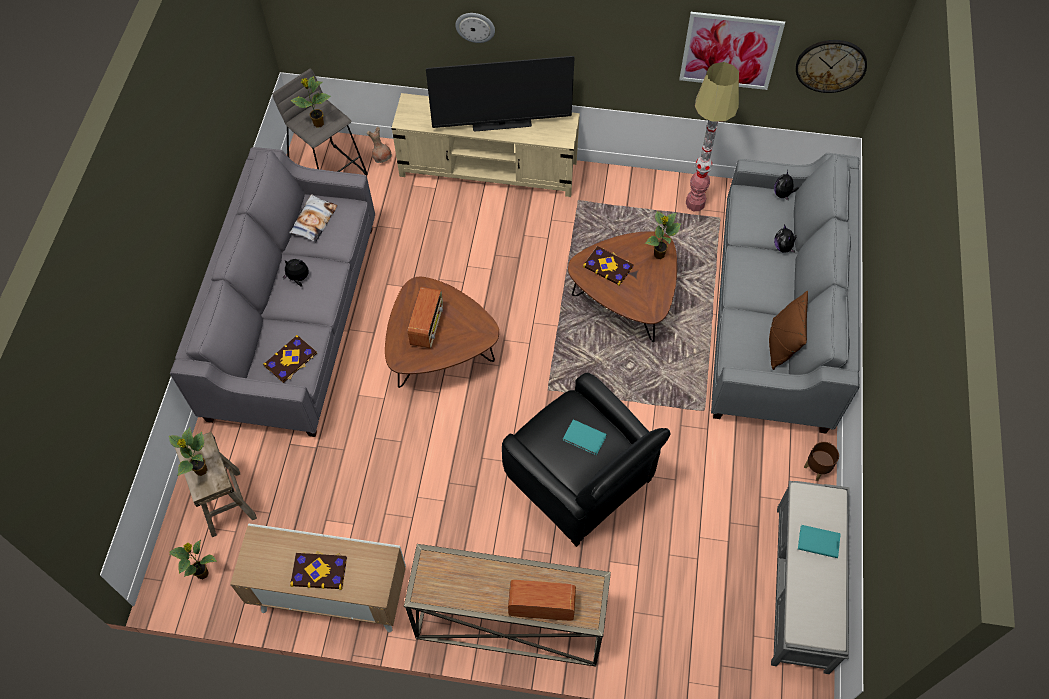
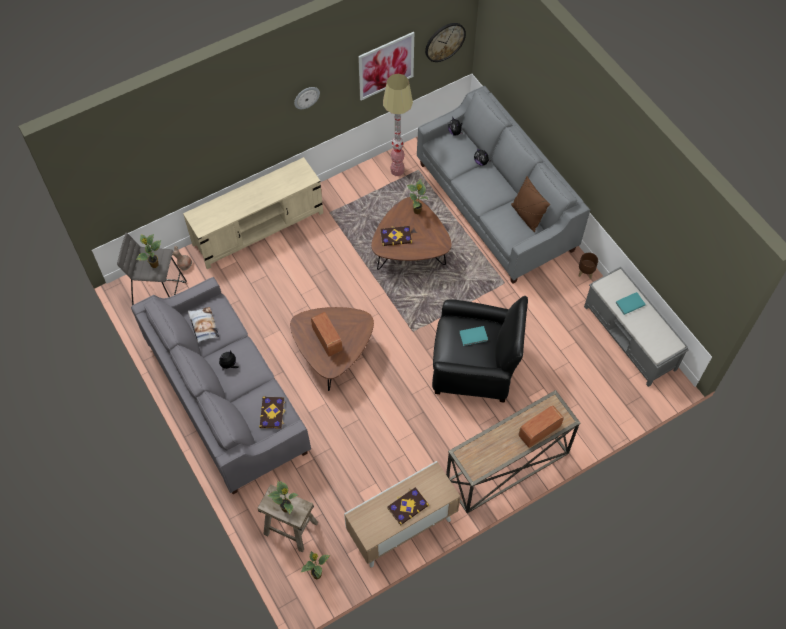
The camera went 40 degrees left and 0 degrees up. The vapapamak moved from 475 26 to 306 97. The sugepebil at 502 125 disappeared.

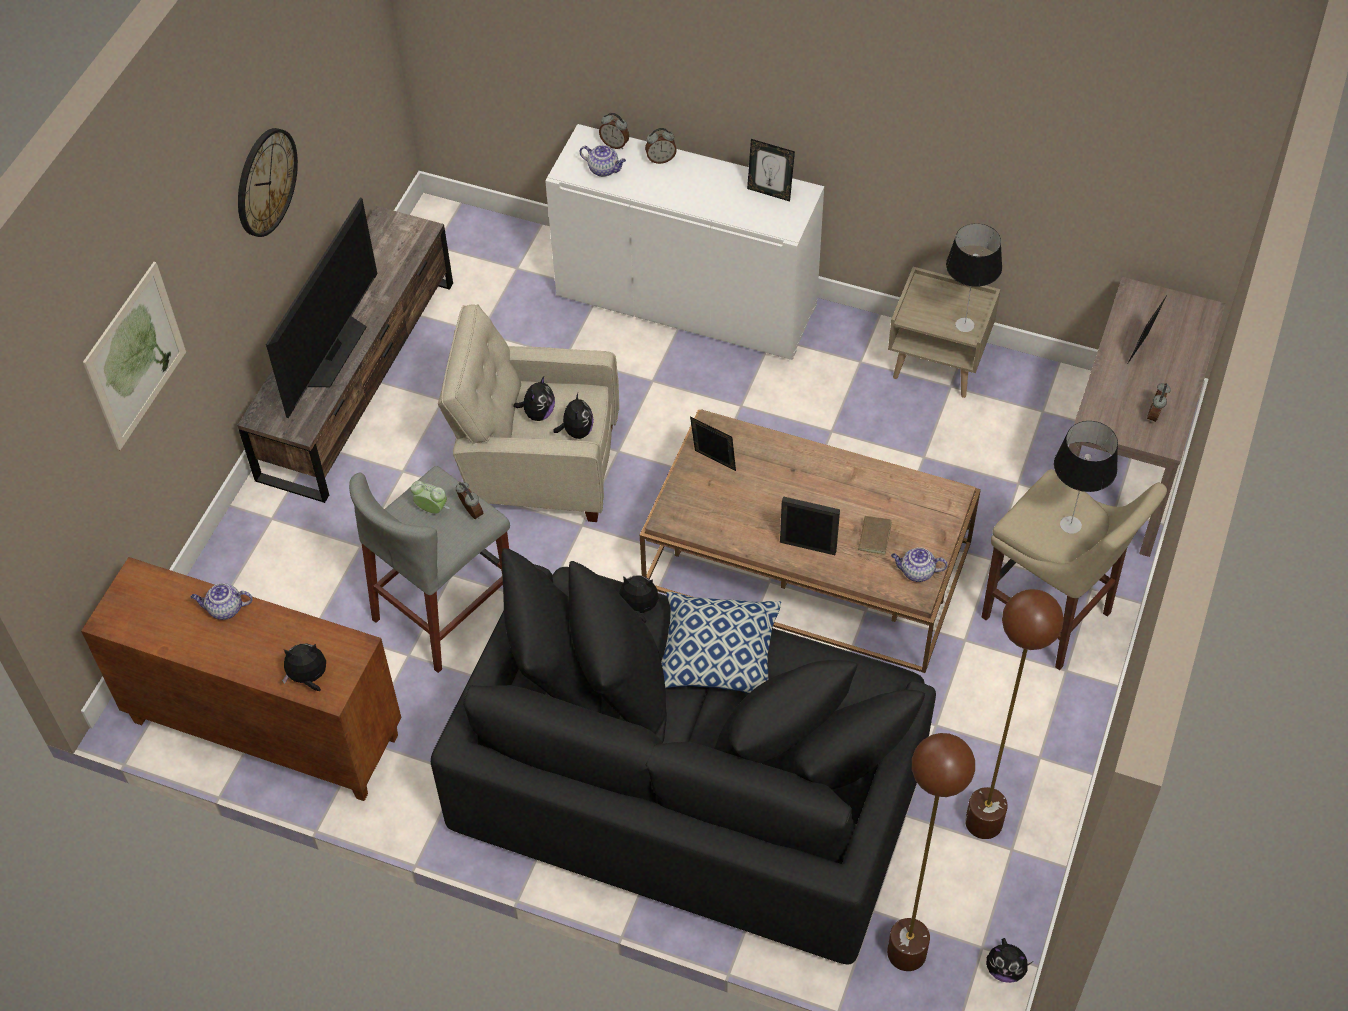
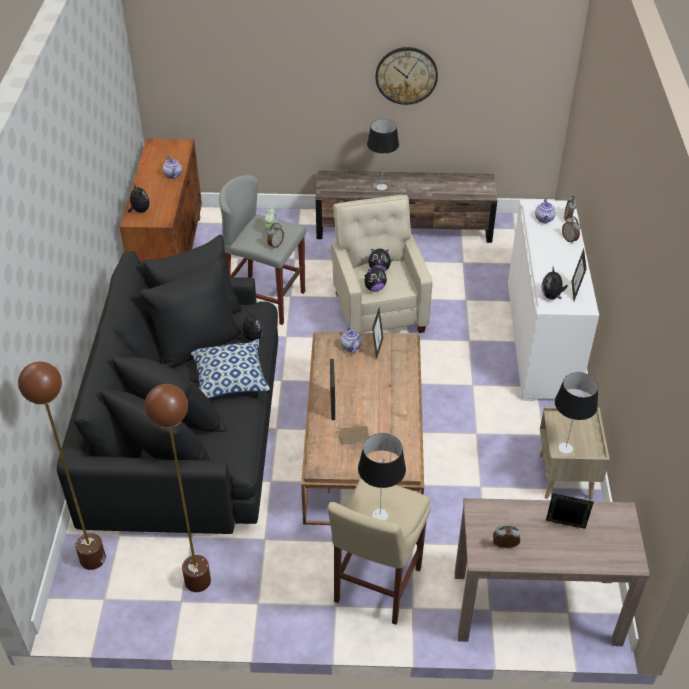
The camera went 70 degrees right and 10 degrees down. The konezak moved from 916 572 to 350 346. The sugepebil at 332 352 was replaced by the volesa at 382 187. The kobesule moved from 1005 969 to 552 296. The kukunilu at 135 356 disappeared.

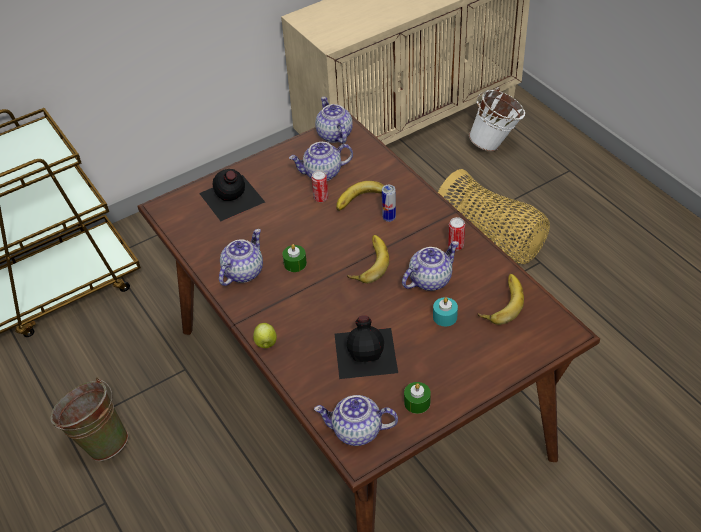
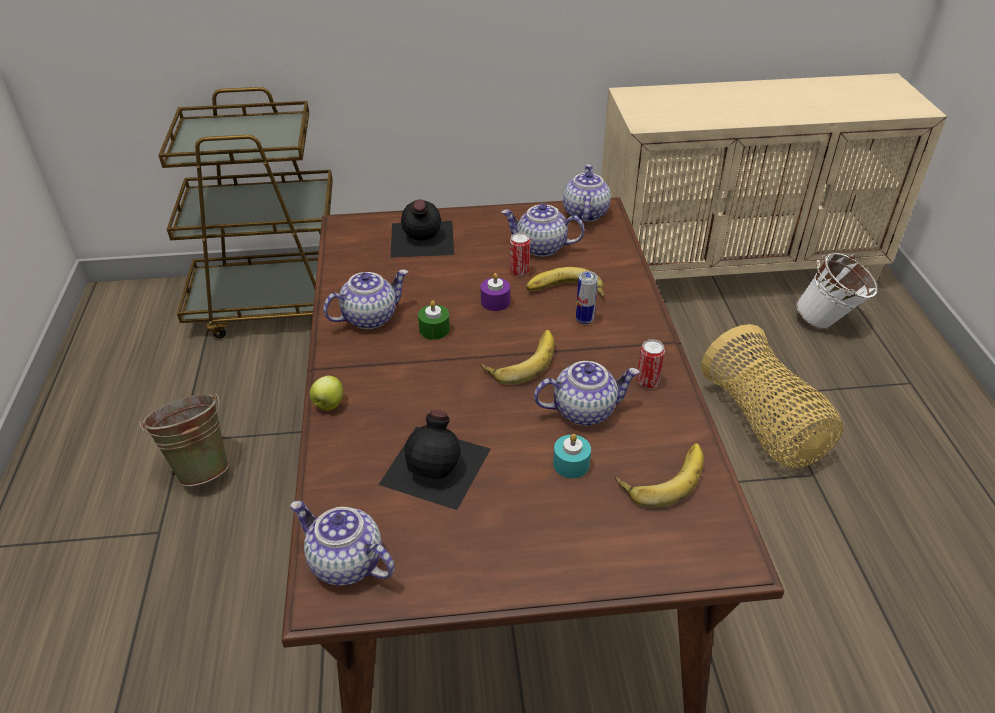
The camera went 25 degrees right and 5 degrees down. The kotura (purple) at 495 302 appeared. The kotura (green) at 417 402 disappeared.

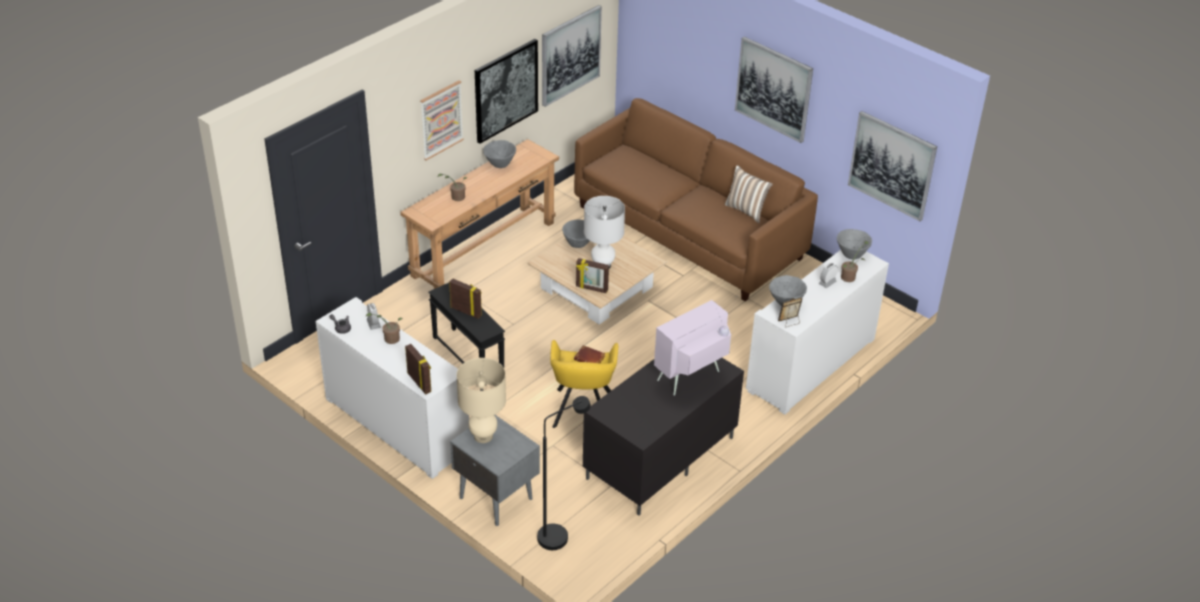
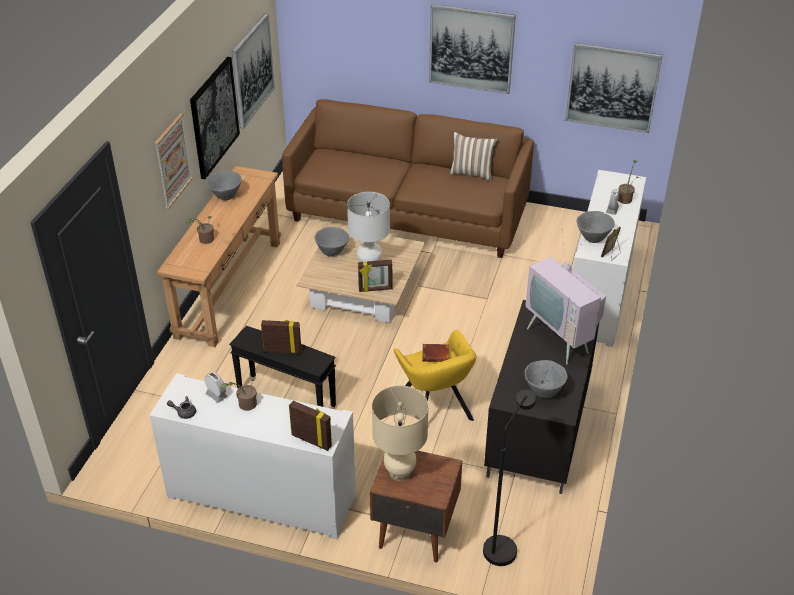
The camera went 25 degrees left and 0 degrees up. The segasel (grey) at 495 497 became the segasel (brown) at 414 532. The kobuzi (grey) moved from 851 254 to 543 391. The sugepebil at 691 379 turned 60 degrees counterclockwise.

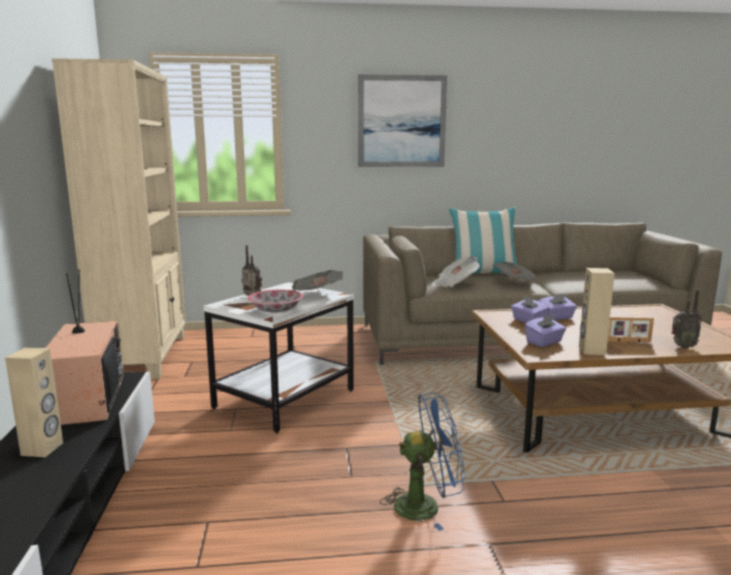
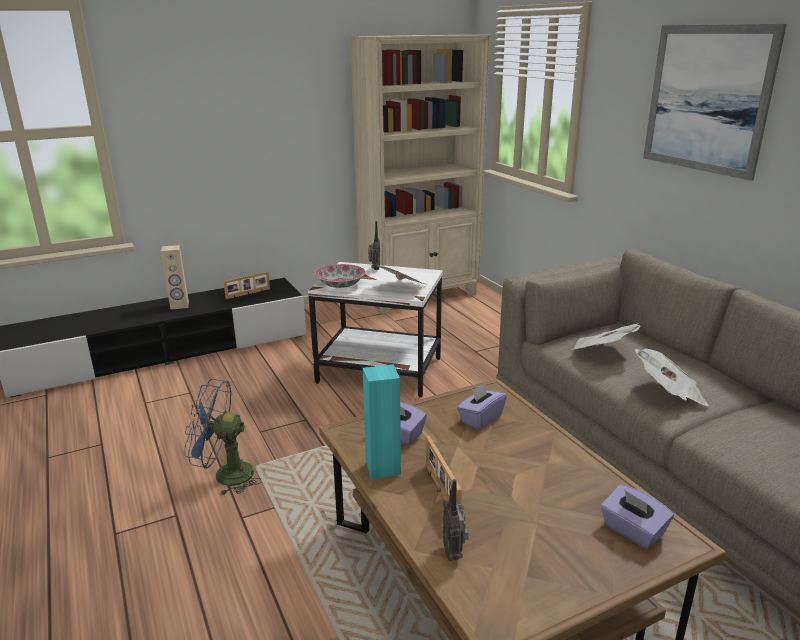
The camera went 70 degrees right and 10 degrees up. The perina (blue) at 426 505 turned 120 degrees clockwise. The sugepebil at 85 399 was replaced by the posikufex at 248 294. The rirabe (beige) at 591 350 became the rirabe (turquoise) at 383 468. The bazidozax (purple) moved from 556 317 to 632 531. The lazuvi at 484 274 disappeared.

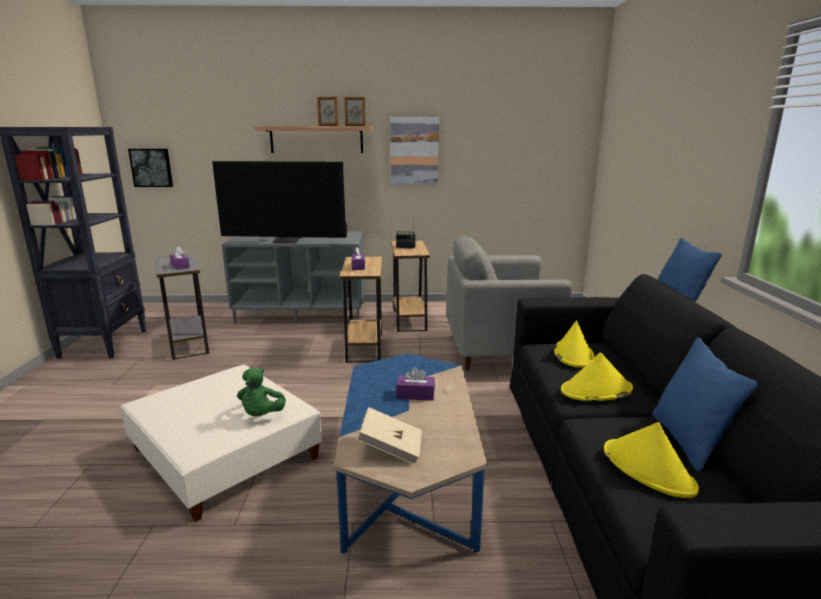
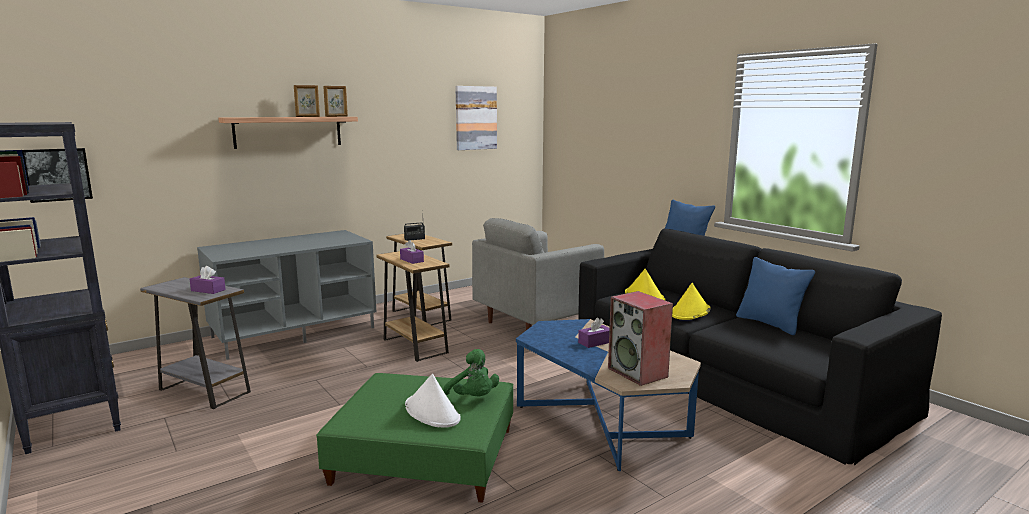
The camera went 35 degrees left and 5 degrees down. The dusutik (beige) at 225 453 became the dusutik (green) at 424 455. The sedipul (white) at 432 412 appeared. The kukunilu moved from 414 151 to 475 118. The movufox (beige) at 391 448 was replaced by the rirabe at 638 372. The sugepebil at 286 241 disappeared. The sedipul (yellow) at 648 469 disappeared.

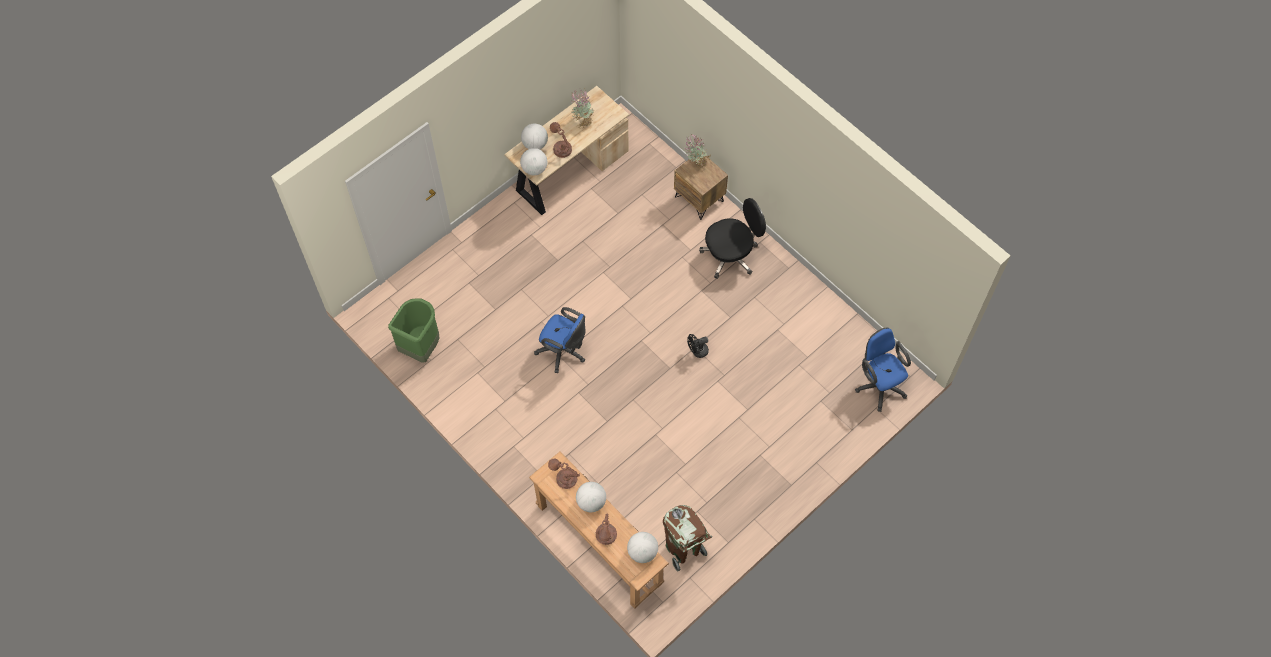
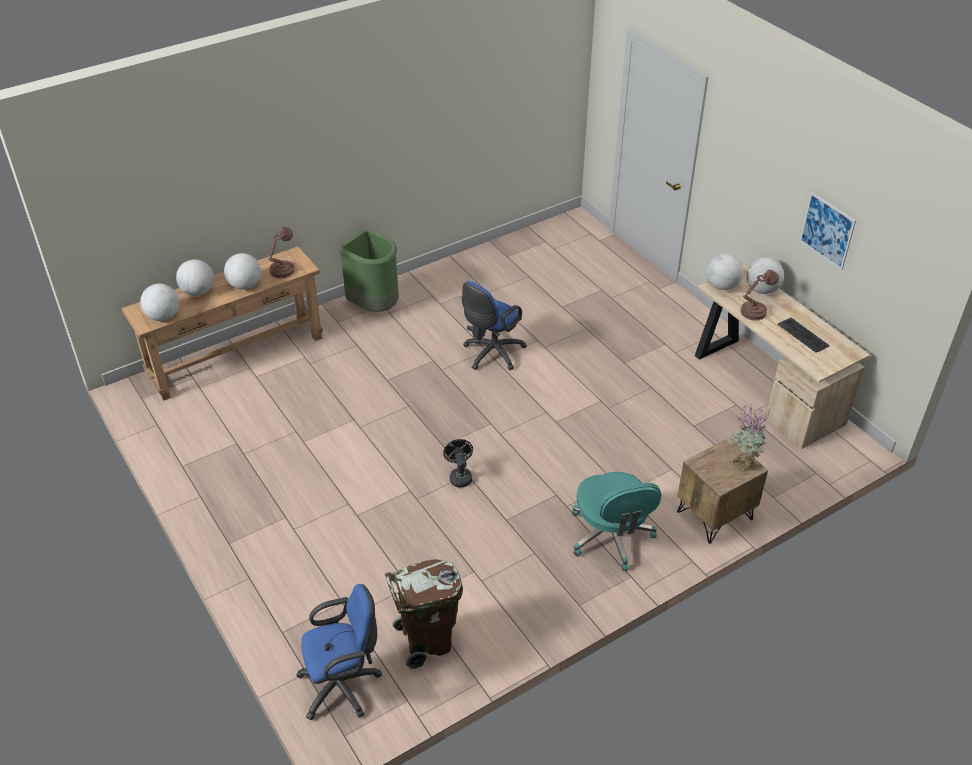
The camera went 100 degrees right and 20 degrees down. The volesa (brown) at 606 536 was replaced by the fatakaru at 198 292. The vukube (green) moved from 421 347 to 374 306. The vukube (brown) moved from 683 549 to 426 641. The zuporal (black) at 730 255 became the zuporal (turquoise) at 611 537. The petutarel at 583 121 was replaced by the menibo at 803 335. The kukunilu at 827 231 appeared.

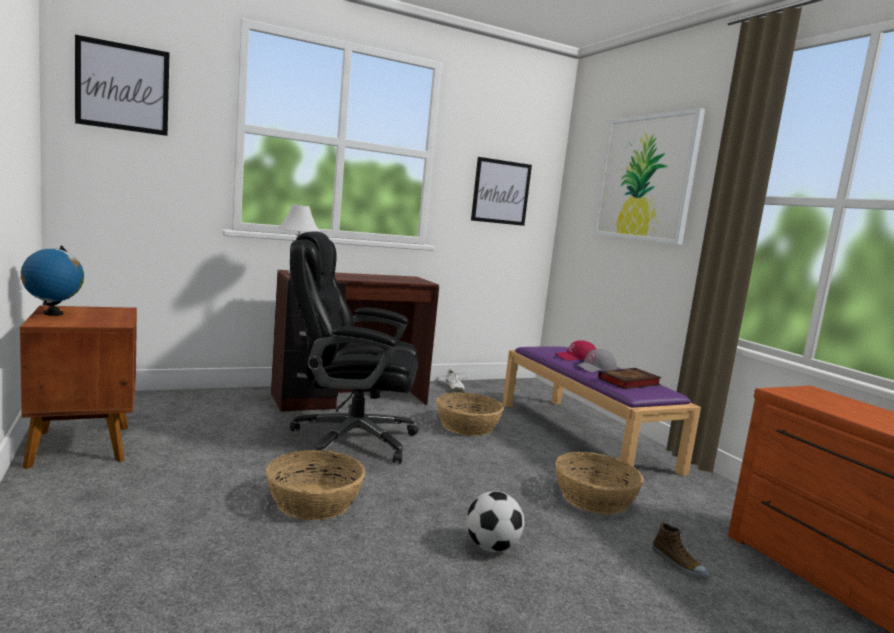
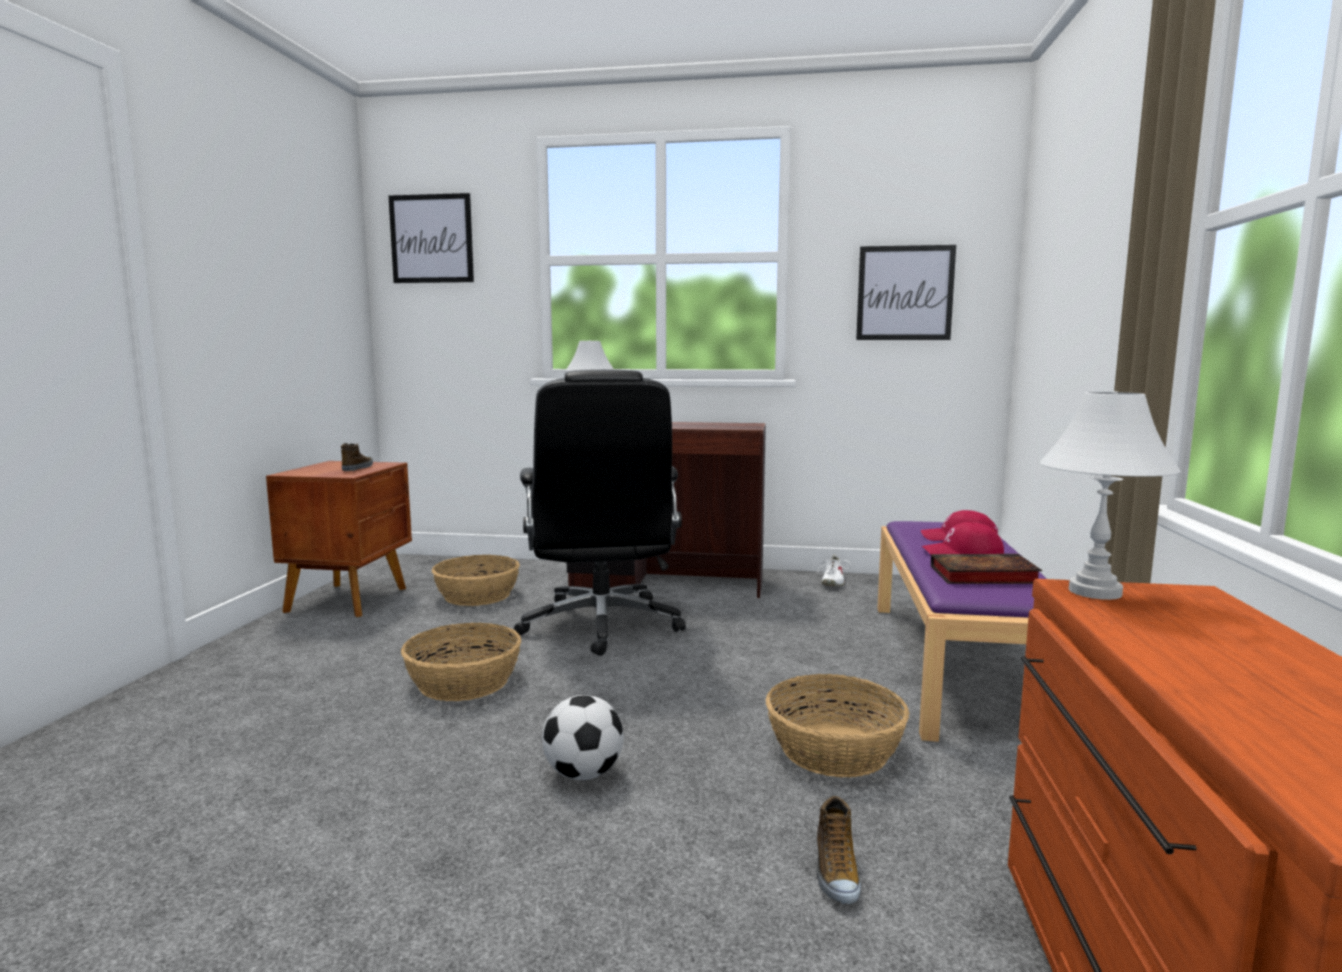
The camera went 35 degrees right and 0 degrees up. The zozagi at 358 467 appeared. The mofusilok moved from 466 426 to 477 595. The zuporal (black) at 350 439 turned 135 degrees counterclockwise. The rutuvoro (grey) at 595 368 became the rutuvoro (red) at 962 553. The volesa (white) at 1096 592 appeared. The fatakaru at 53 313 disappeared. The kukunilu at 646 178 disappeared.

